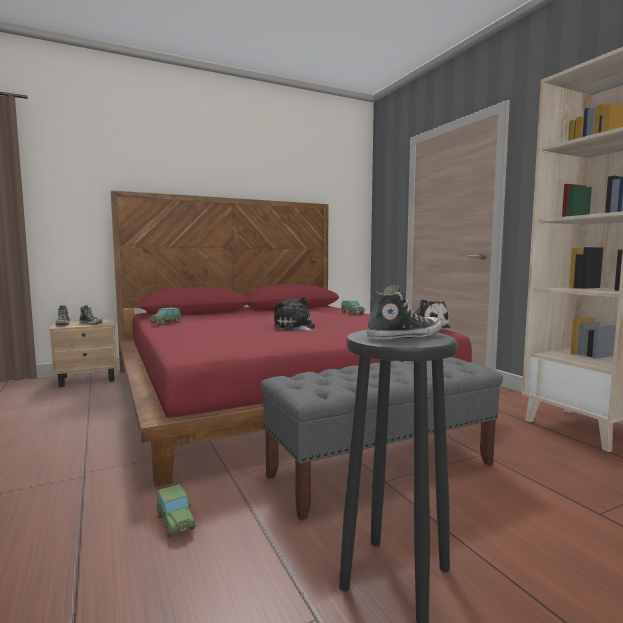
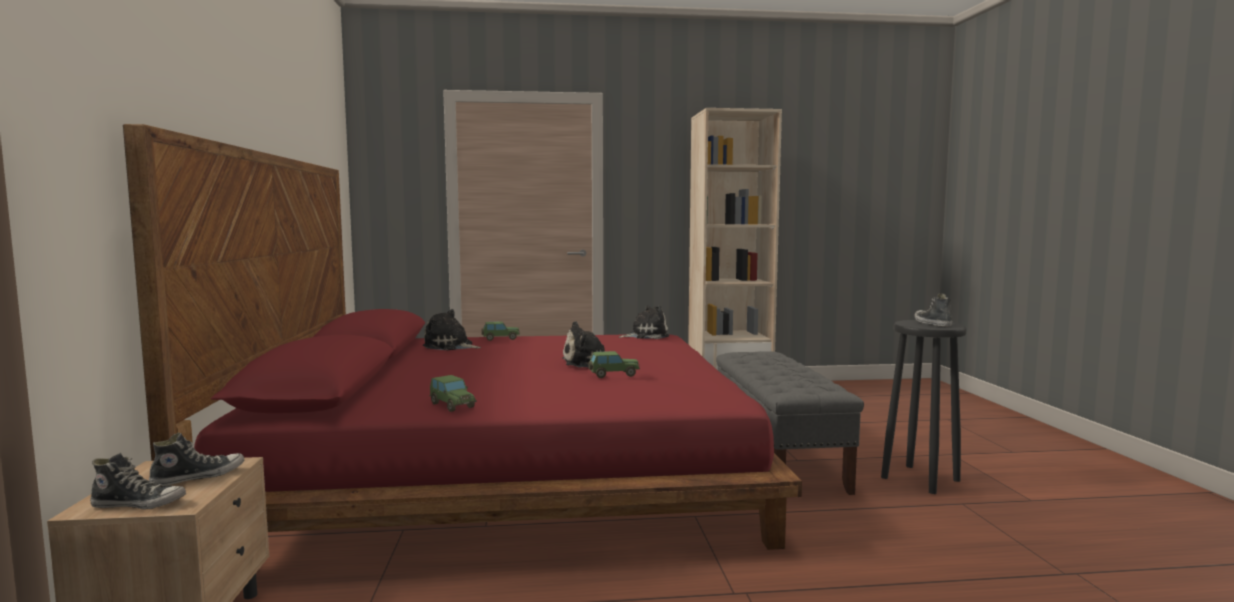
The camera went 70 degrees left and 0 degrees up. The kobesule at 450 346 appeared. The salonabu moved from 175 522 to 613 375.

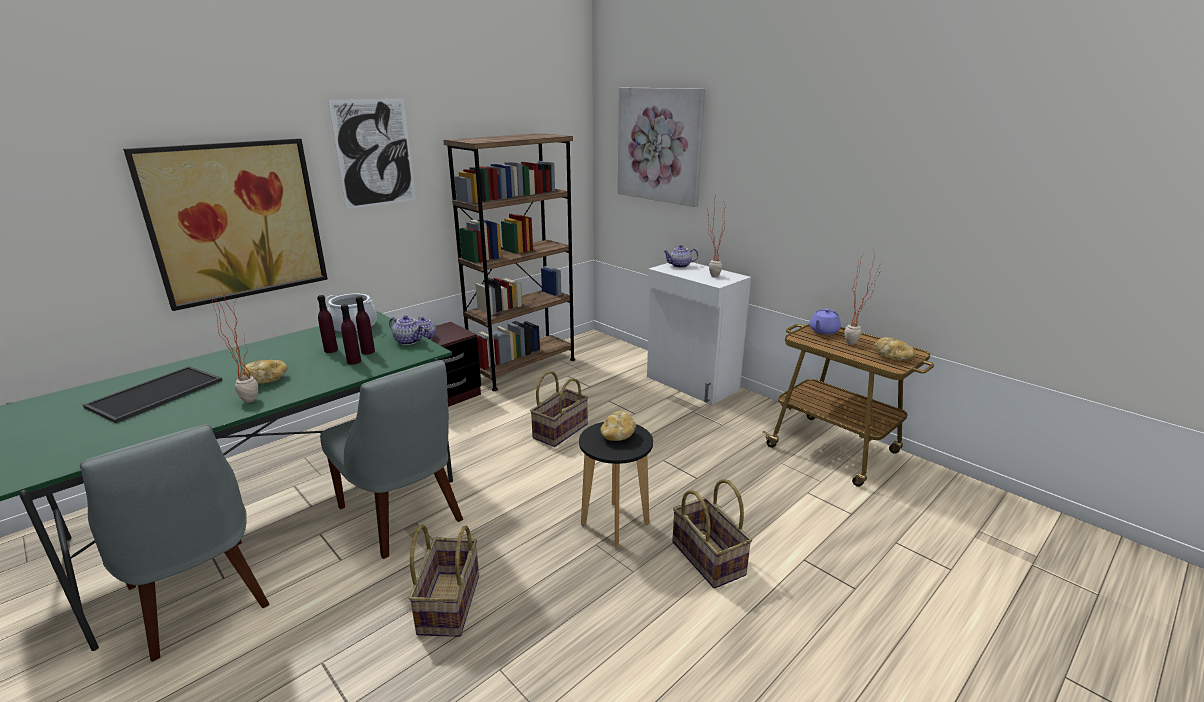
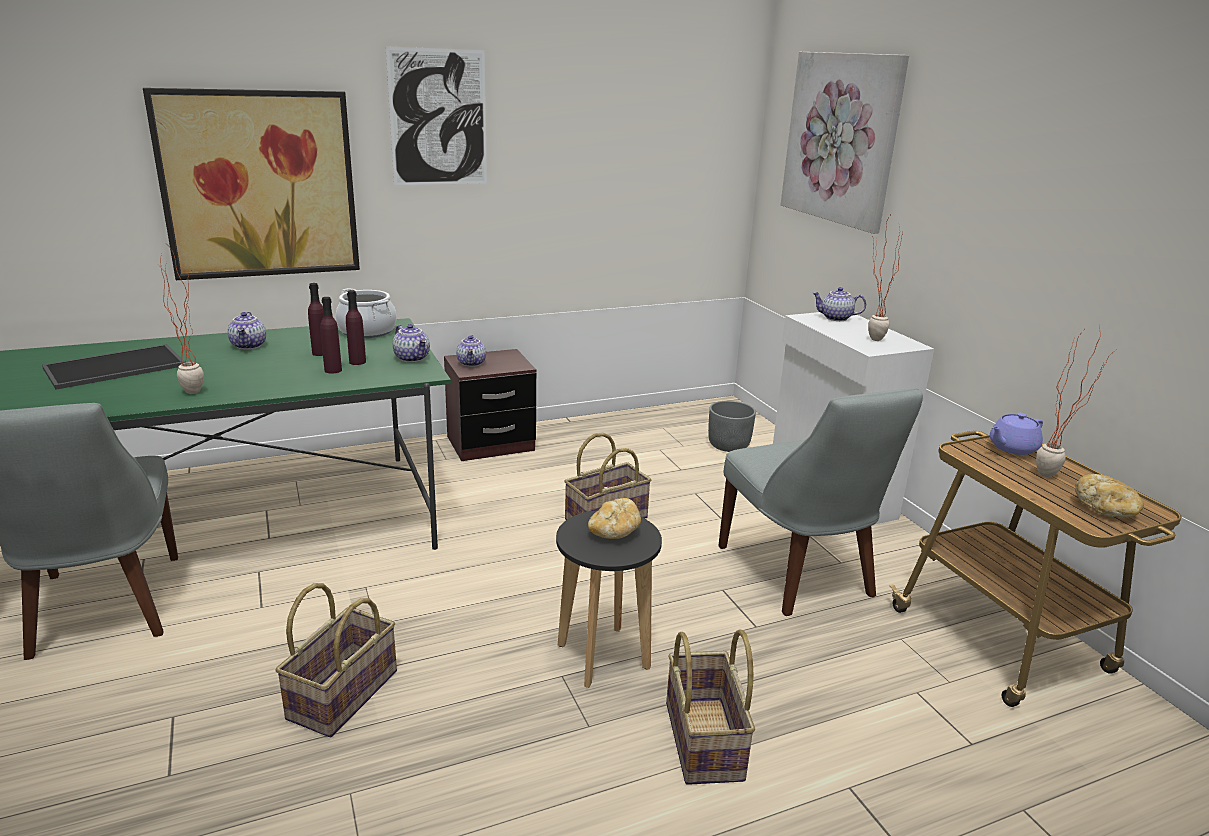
The camera went 20 degrees right and 0 degrees up. The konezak at 249 346 appeared. The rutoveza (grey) at 728 446 appeared. The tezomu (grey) moved from 403 516 to 799 574. The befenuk at 266 380 disappeared. The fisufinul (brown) at 523 367 disappeared.

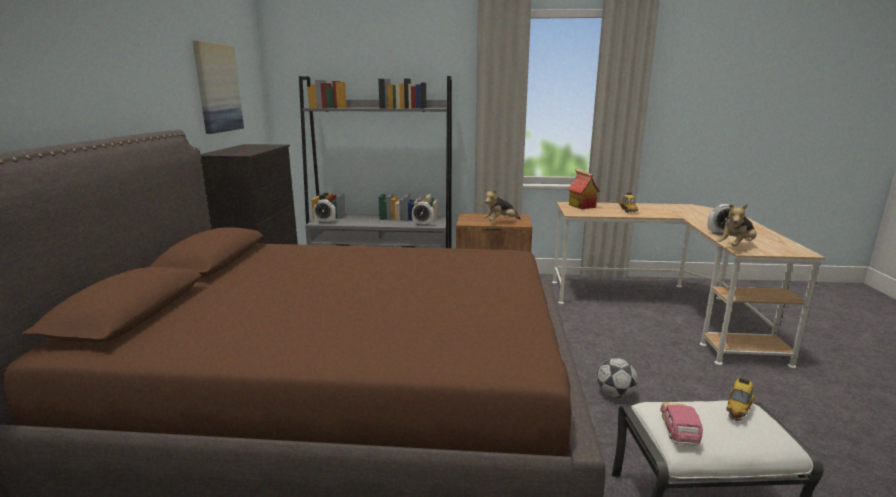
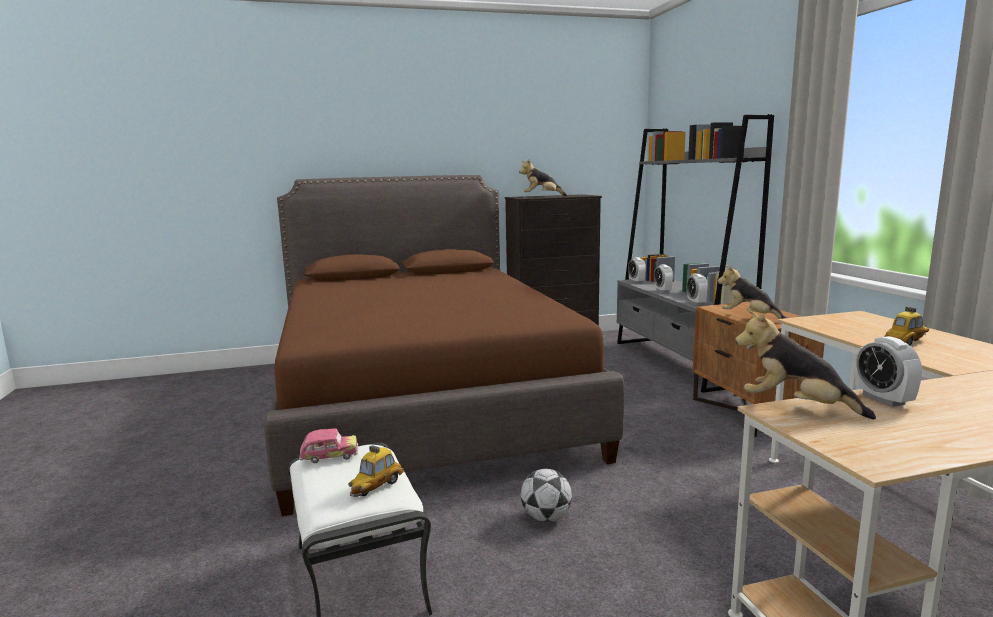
The camera went 70 degrees right and 5 degrees down. The salonabu at 737 411 turned 75 degrees counterclockwise. The kobesule at 541 196 appeared. The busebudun at 662 291 appeared. The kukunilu at 217 88 disappeared. The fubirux at 581 206 disappeared.

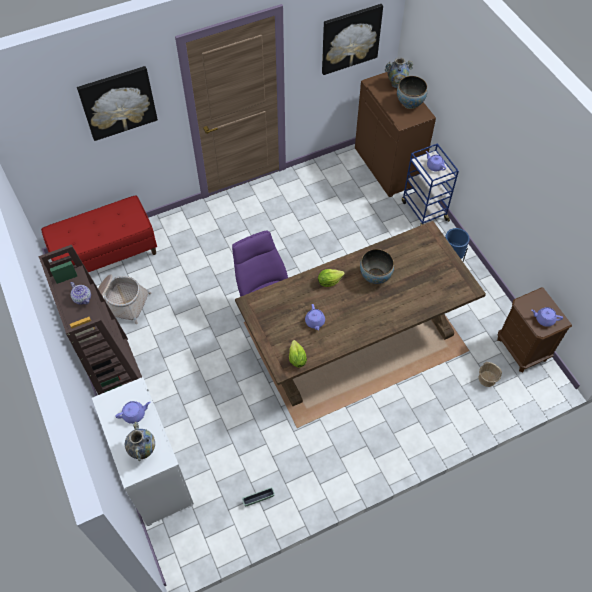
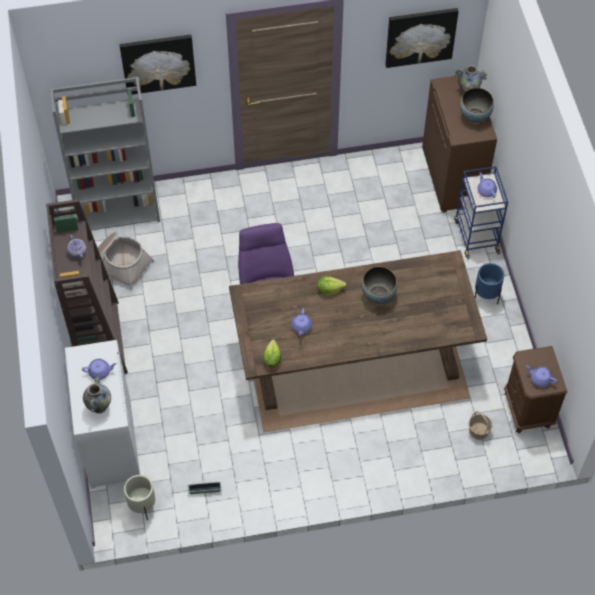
The camera went 15 degrees right and 0 degrees up. The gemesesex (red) at 106 255 was replaced by the fisufinul (grey) at 118 210. The rutoveza (beige) at 143 507 appeared.

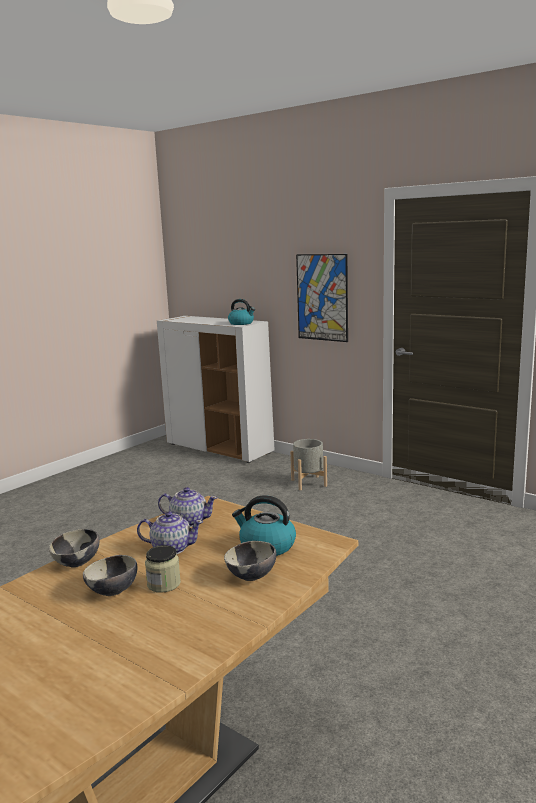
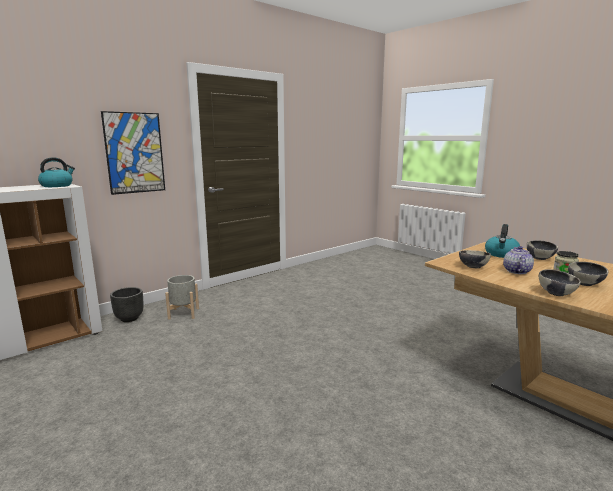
The camera went 80 degrees left and 0 degrees up. The rutoveza (black) at 129 318 appeared. The konezak at 188 521 was replaced by the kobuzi at 473 267.

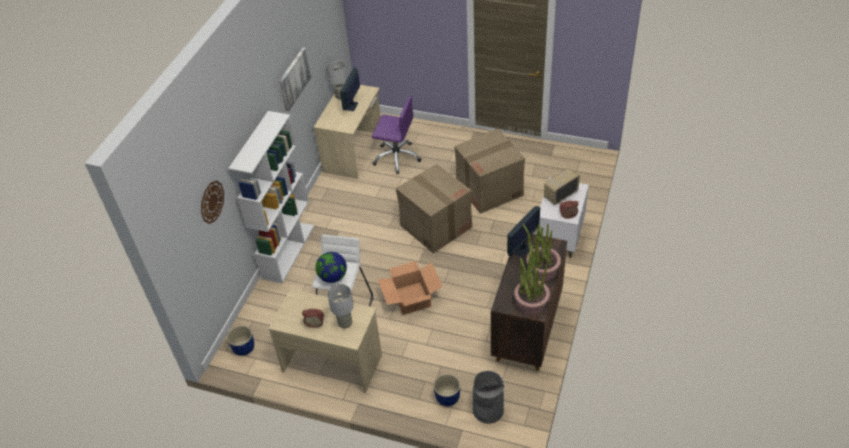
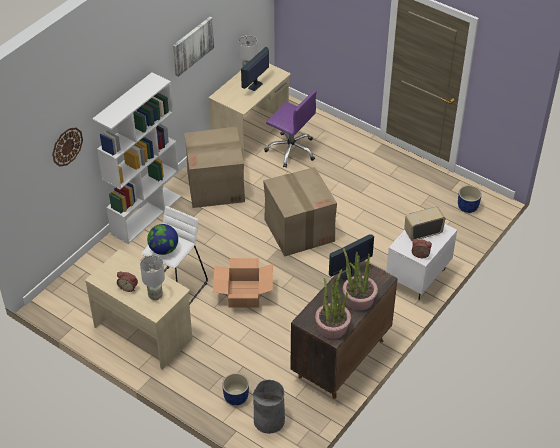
The camera went 15 degrees right and 0 degrees up. The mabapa moved from 489 189 to 216 186. The rutoveza (blue) moved from 243 348 to 467 207.

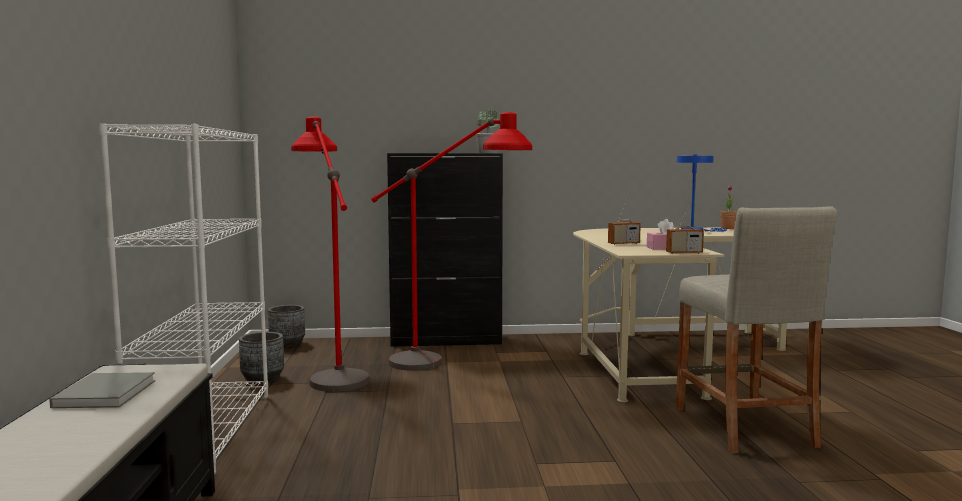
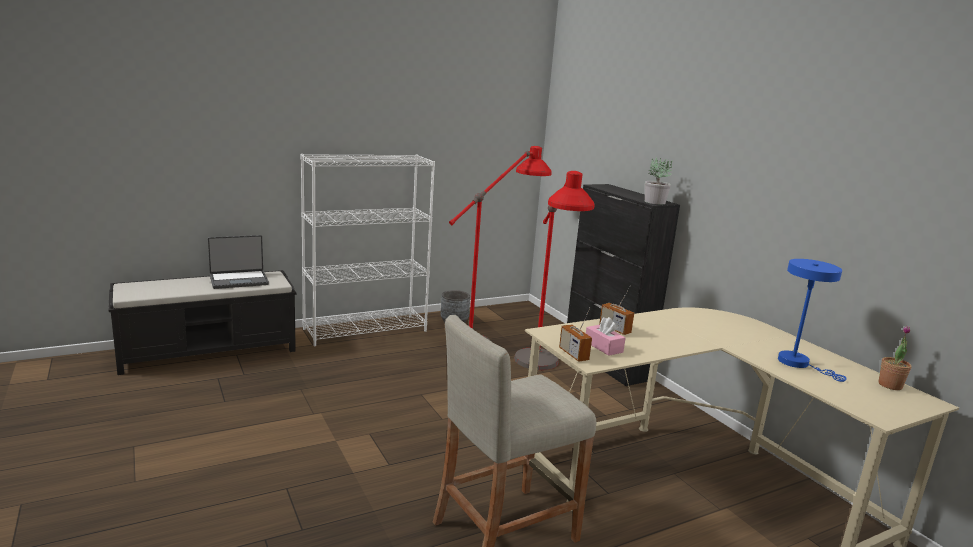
The camera went 65 degrees right and 10 degrees up. The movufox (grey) at 107 392 was replaced by the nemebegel at 239 280. The rutoveza (grey) at 287 344 disappeared.

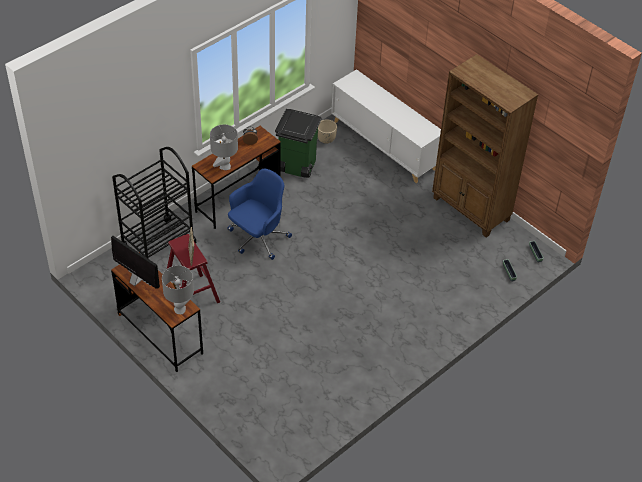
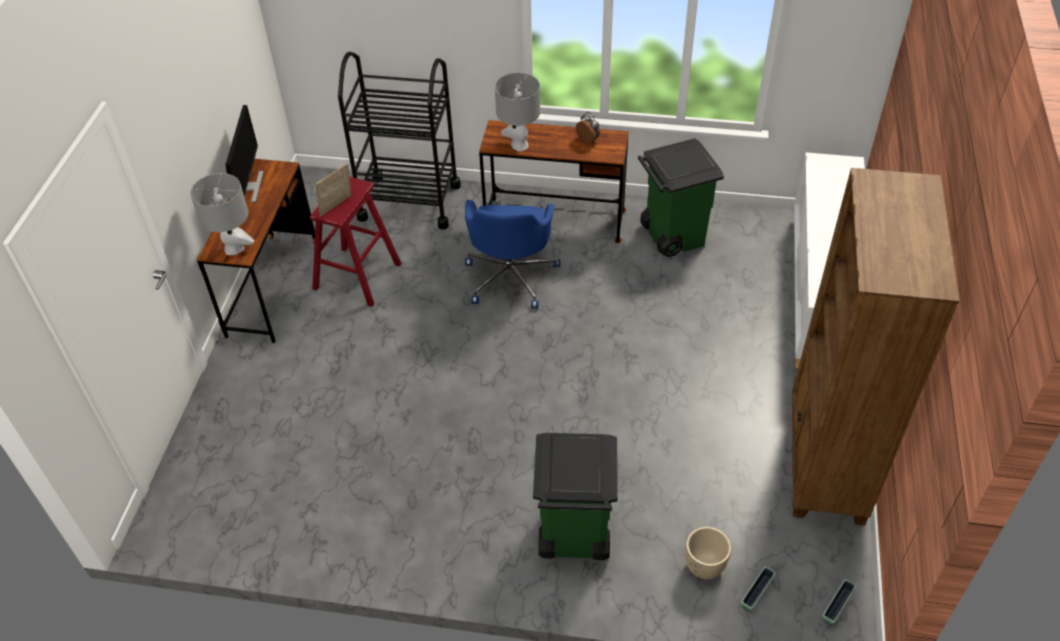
The camera went 55 degrees right and 0 degrees up. The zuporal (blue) at 258 238 turned 90 degrees clockwise. The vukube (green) at 573 535 appeared. The rutoveza (beige) moved from 326 140 to 704 566.

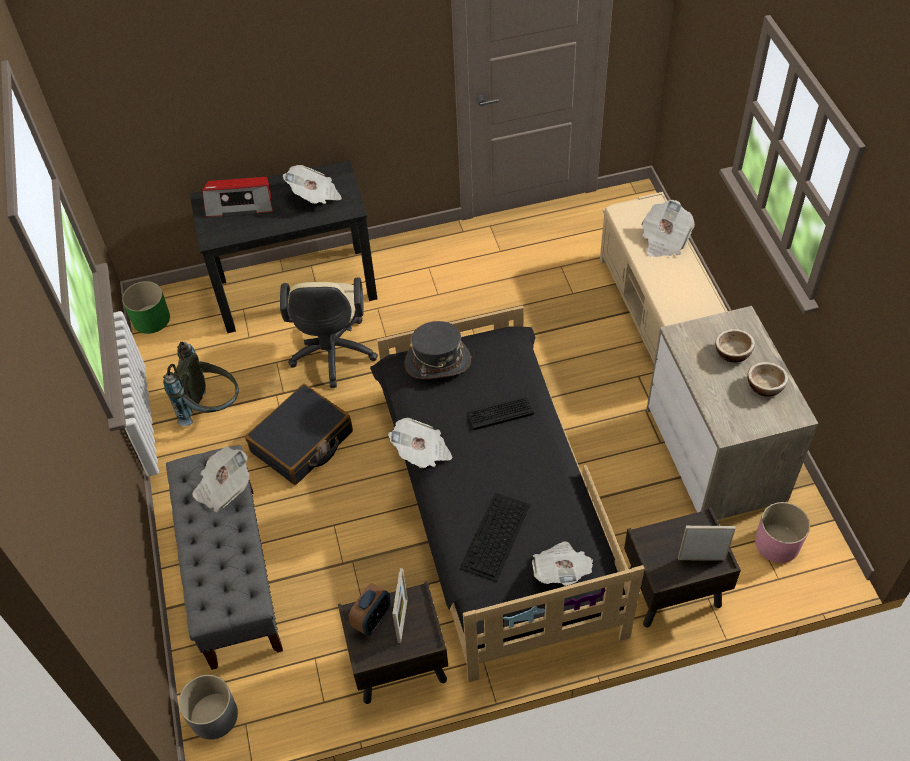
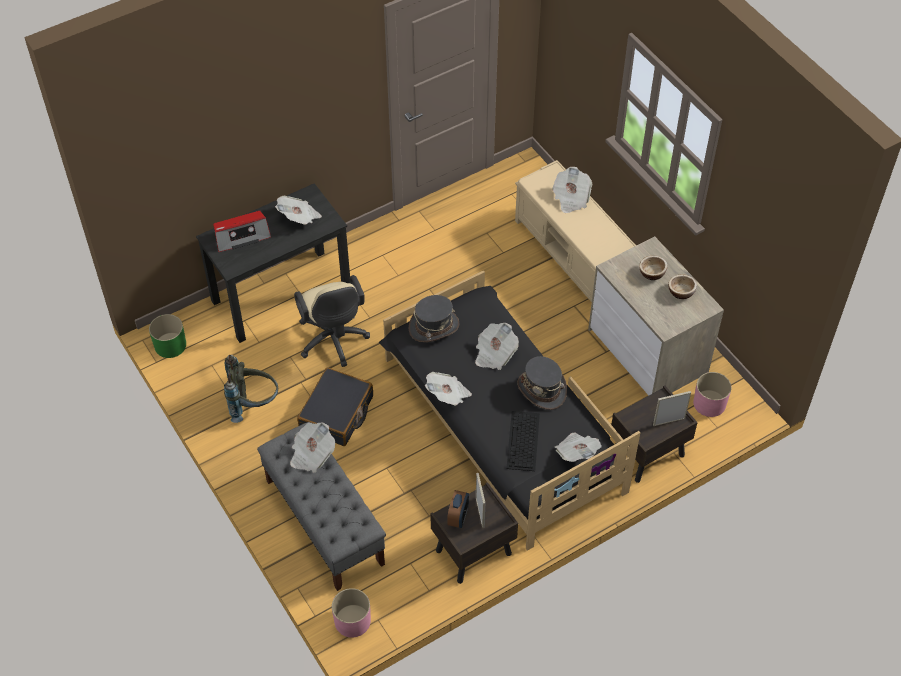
The camera went 20 degrees left and 0 degrees up. The rutoveza (grey) at 213 716 became the rutoveza (pink) at 352 621. The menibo at 500 413 was replaced by the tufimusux at 494 354. The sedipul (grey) at 542 389 appeared.

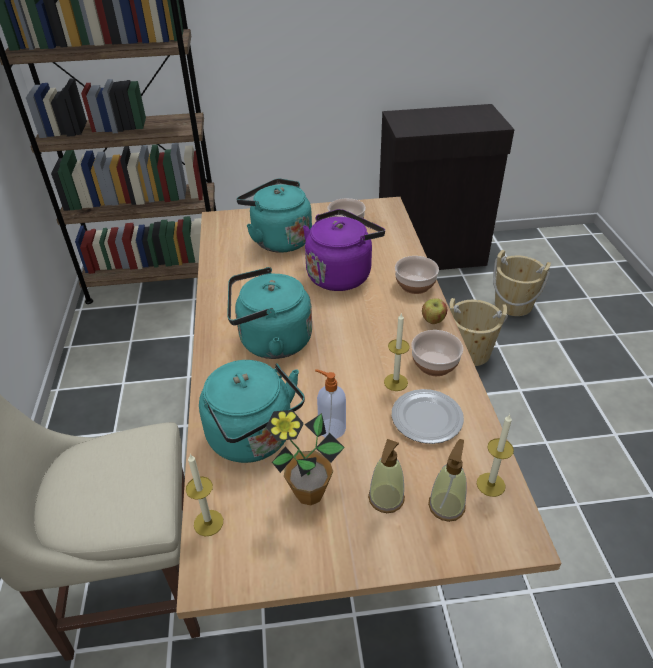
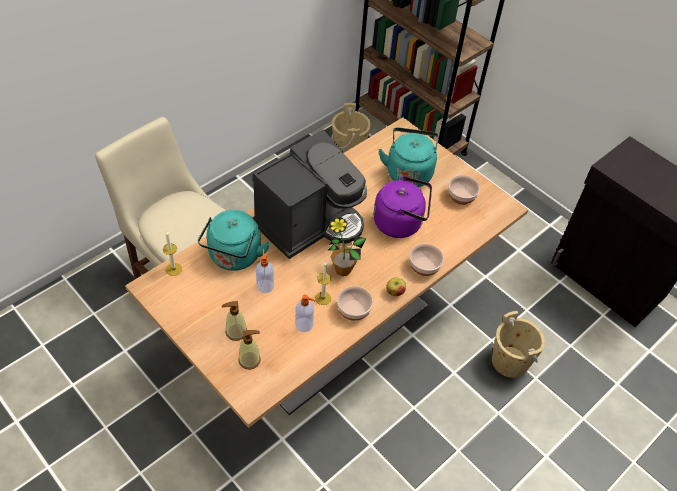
The camera went 50 degrees right and 10 degrees up. The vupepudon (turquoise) at 270 341 was replaced by the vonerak at 309 223. The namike at 426 418 was replaced by the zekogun at 304 325. The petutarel moved from 309 493 to 343 270. The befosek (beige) moved from 513 304 to 349 150. The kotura at 490 484 disappeared.

